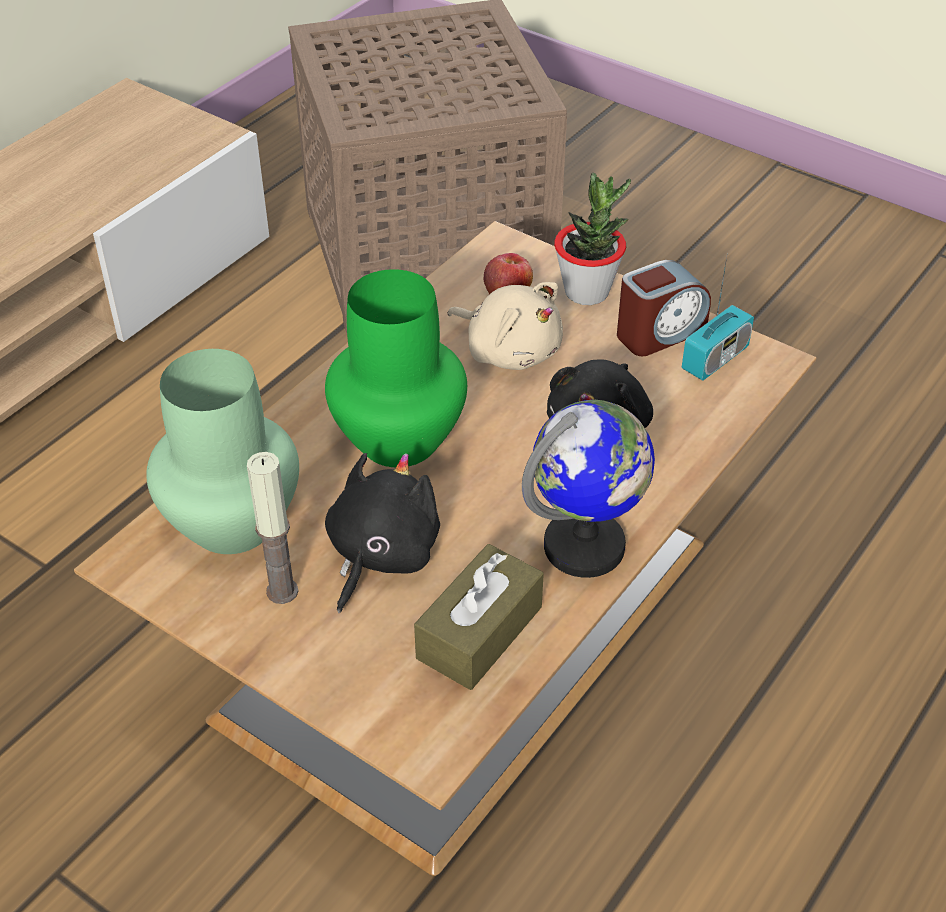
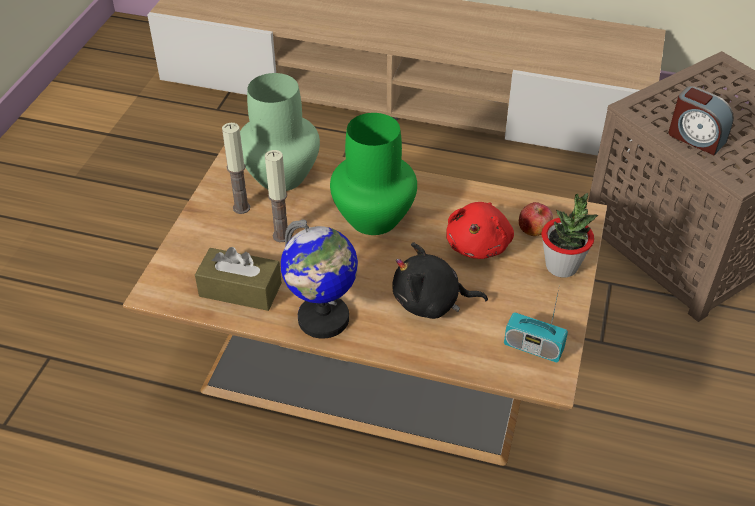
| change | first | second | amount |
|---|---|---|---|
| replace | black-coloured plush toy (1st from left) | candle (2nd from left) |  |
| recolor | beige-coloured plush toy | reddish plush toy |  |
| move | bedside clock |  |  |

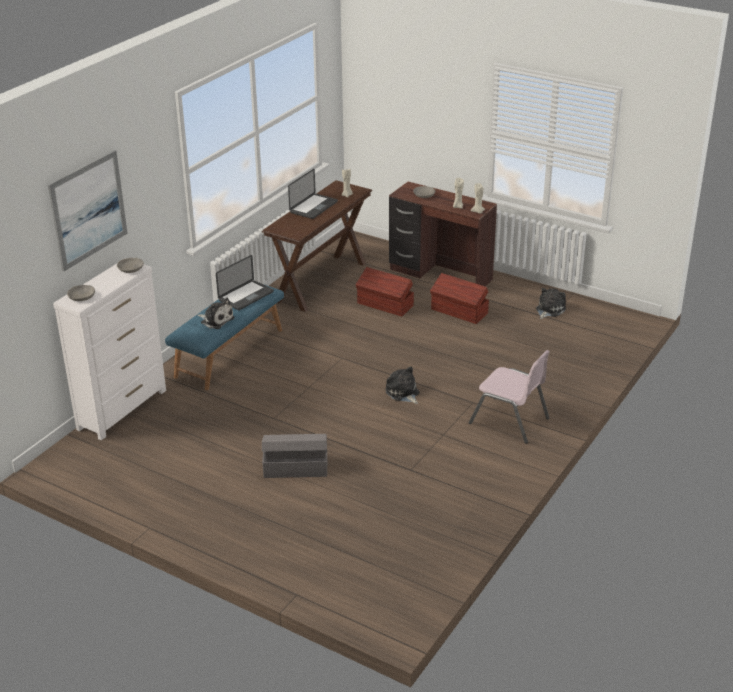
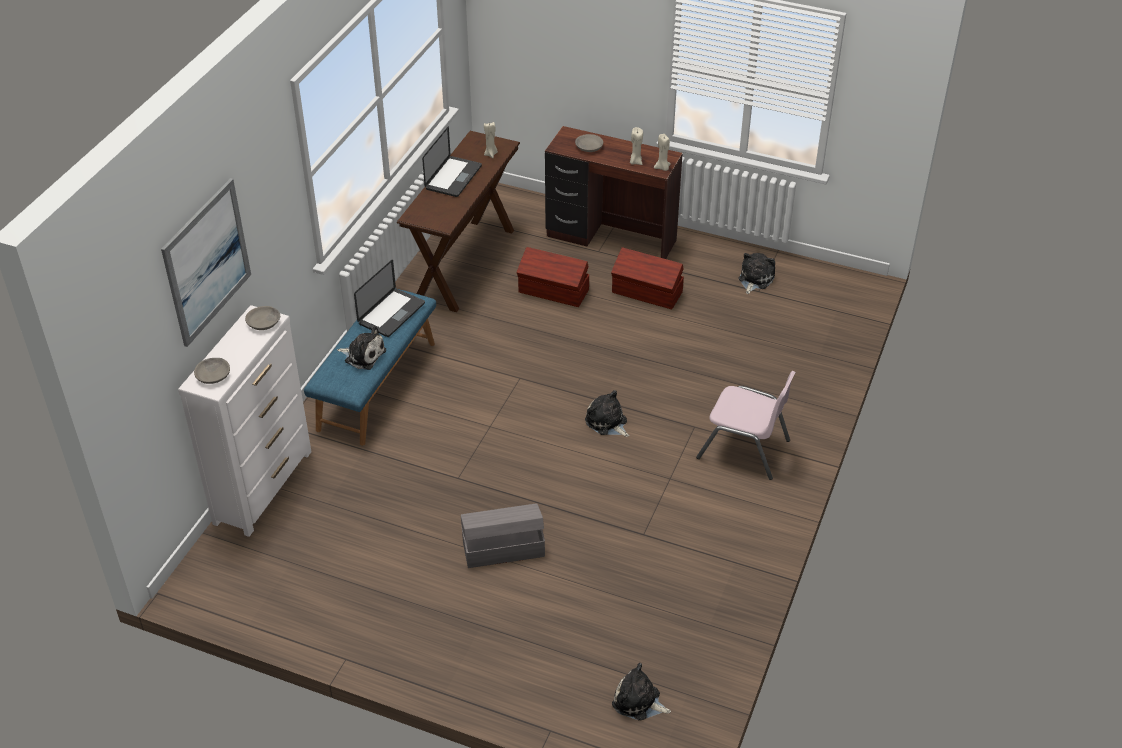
| change | first | second | amount |
|---|---|---|---|
| insert |  | plush toy (3rd from left) |  |

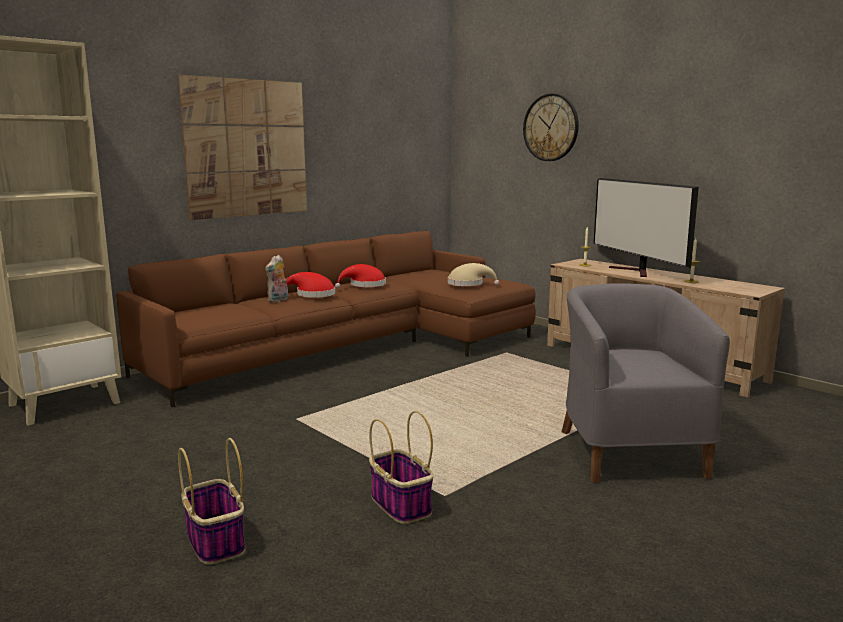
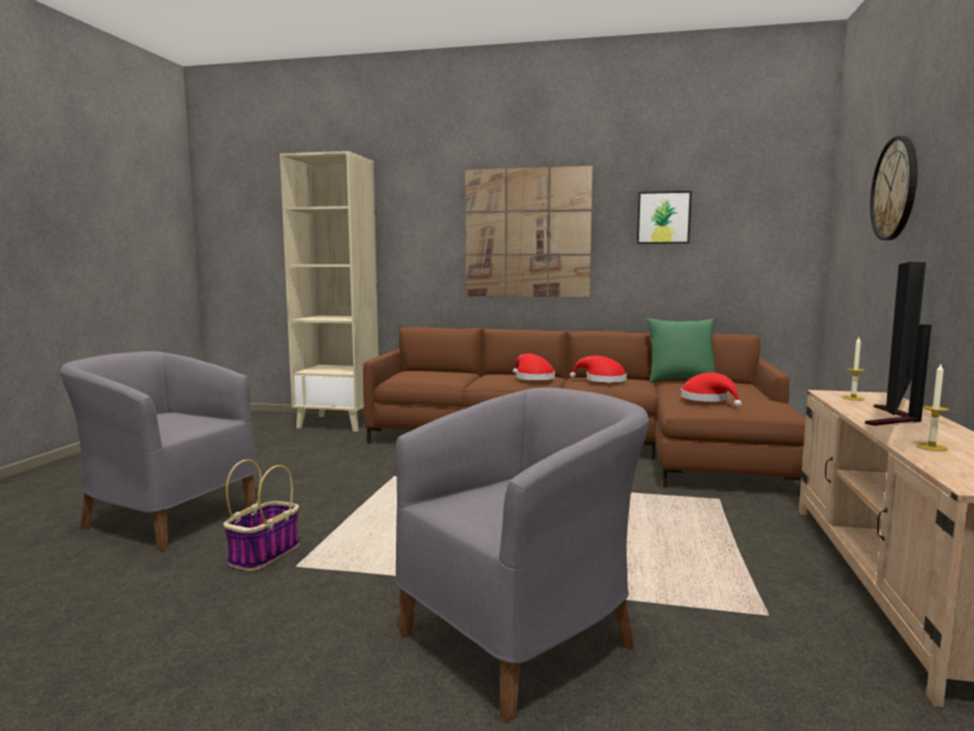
| change | first | second | amount |
|---|---|---|---|
| replace | household basket (1st from left) | grey armchair (1st from left) |  |
| delete | plush toy |  |  |
| recolor | beige-coloured wearable hat | reddish wearable hat (3rd from left) |  |
| insert |  | picture (2nd from left) |  |
| insert |  | greenish cushion |  |

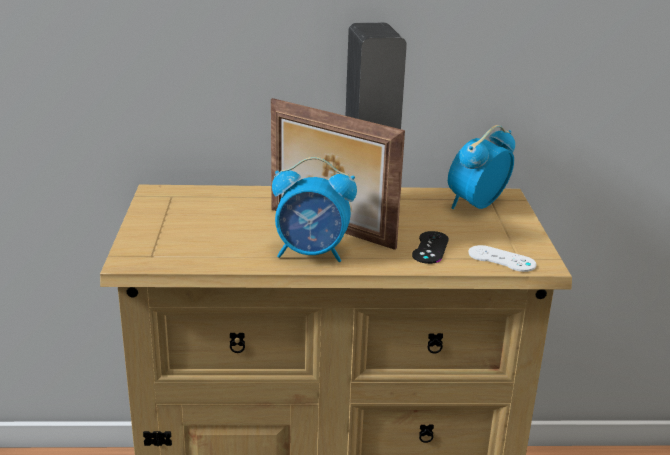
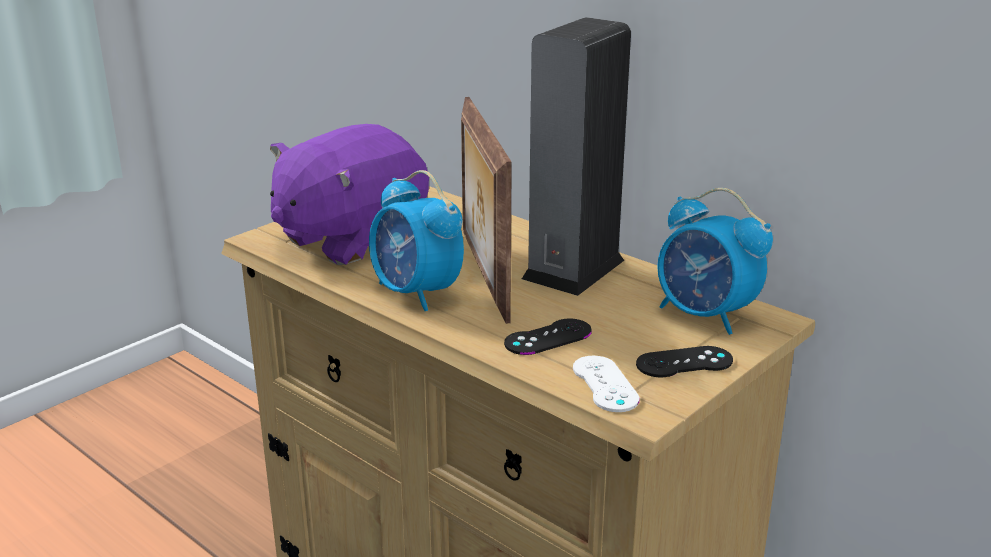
| change | first | second | amount |
|---|---|---|---|
| rotate | bedside clock (2nd from left) |  | 135 degrees counterclockwise |
| insert |  | purple plush toy |  |
| insert |  | black-coloured joypad (2nd from left) |  |

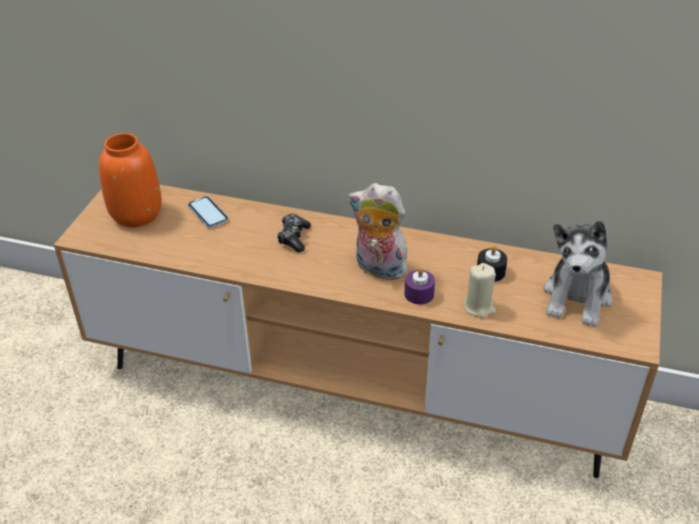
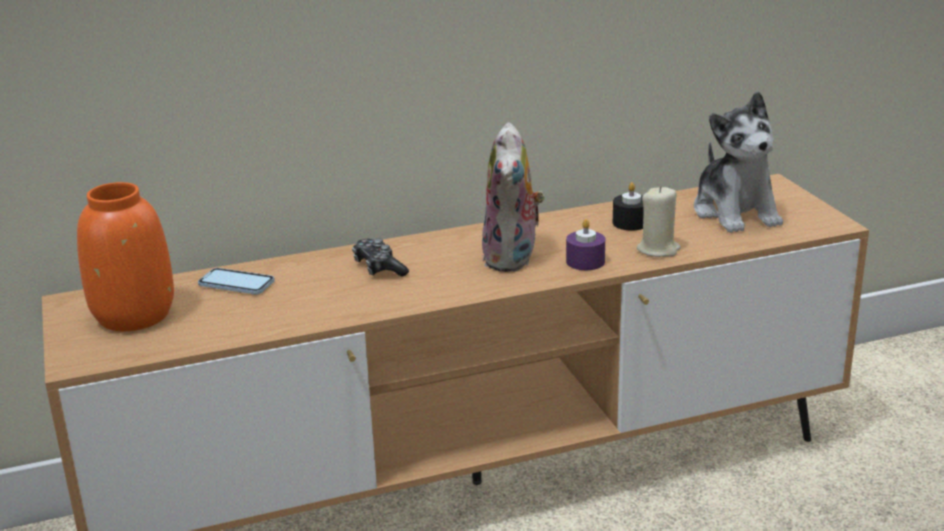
| change | first | second | amount |
|---|---|---|---|
| rotate | plush toy (1st from left) |  | 75 degrees counterclockwise |

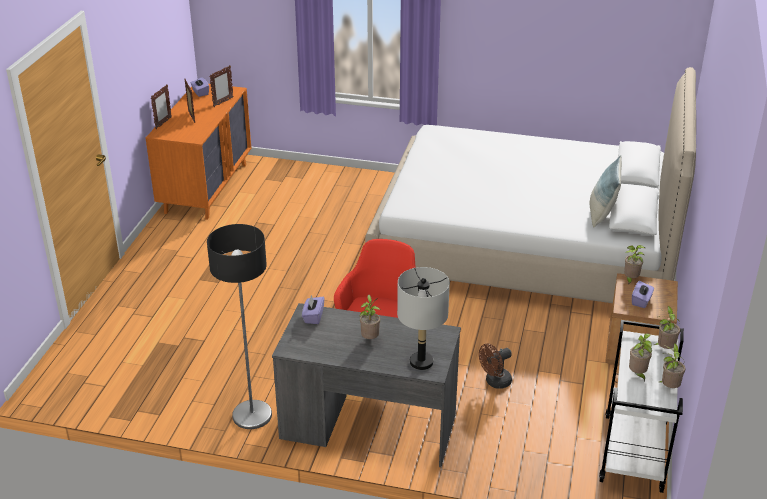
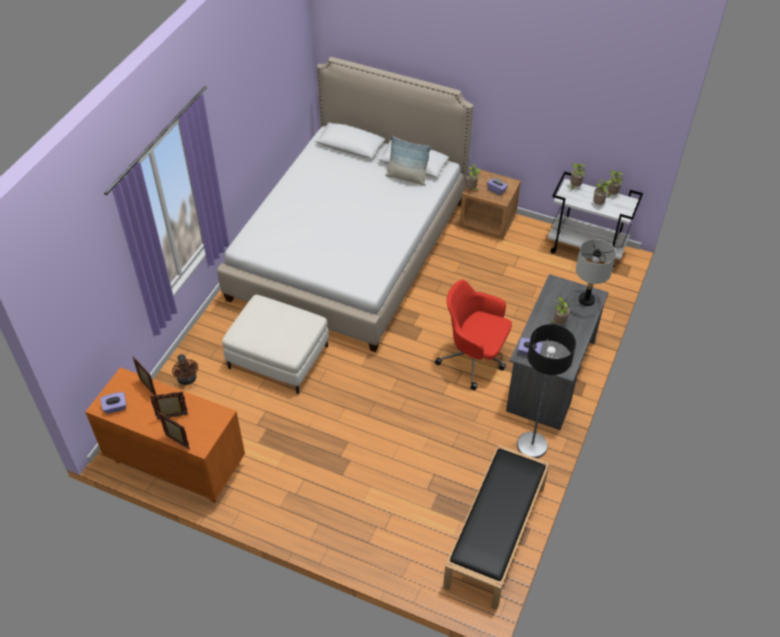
| change | first | second | amount |
|---|---|---|---|
| move | brown-coloured electric fan |  |  |
| insert |  | white ottoman |  |
| insert |  | black-coloured bench |  |

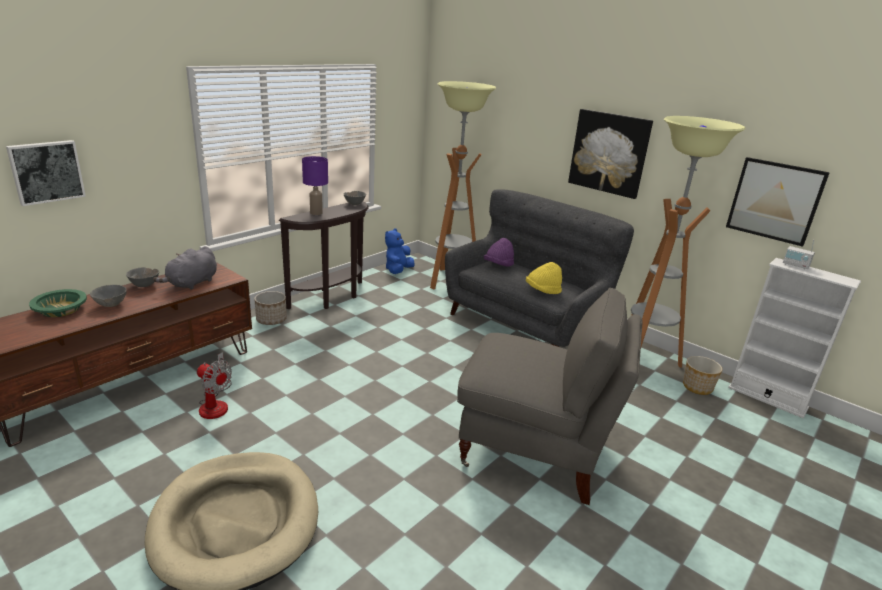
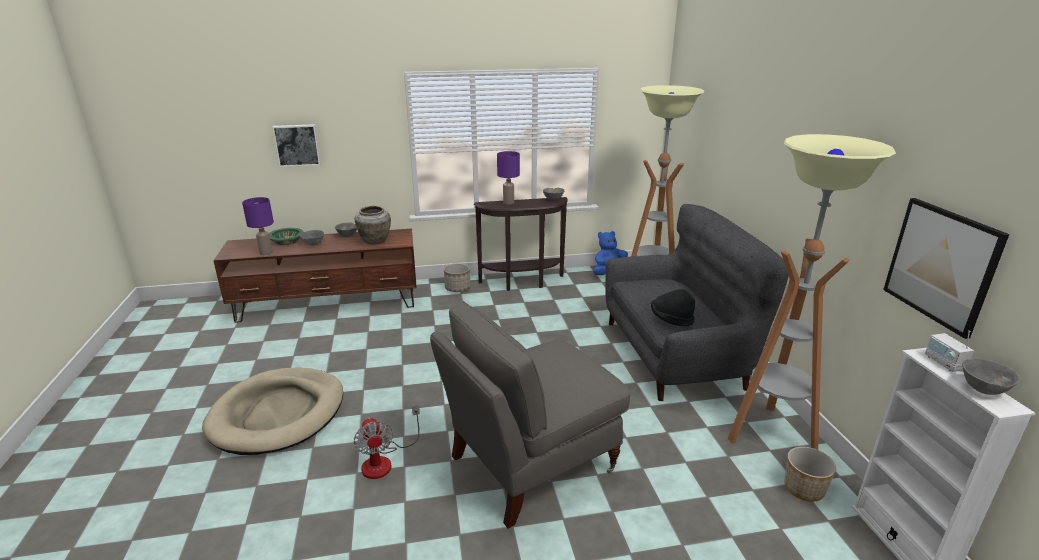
| change | first | second | amount |
|---|---|---|---|
| replace | grey plush toy | beige-coloured flower vase |  |
| move | electric fan |  |  |
| rotate | grey armchair |  | 90 degrees clockwise |
| delete | purple wearable hat |  |  |
| recolor | yellow wearable hat | black-coloured wearable hat |  |
| delete | picture (2nd from left) |  |  |
| insert |  | purple tabletop lamp (1st from left) |  |
| insert |  | grey deep dish (4th from left) |  |

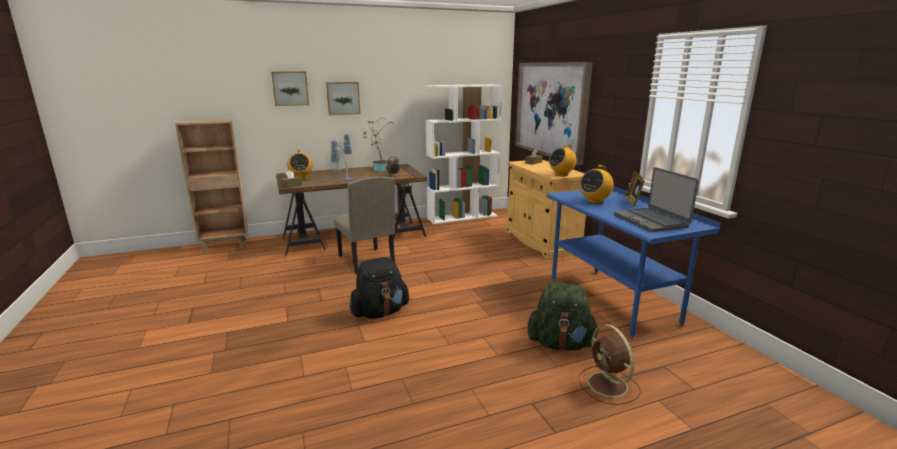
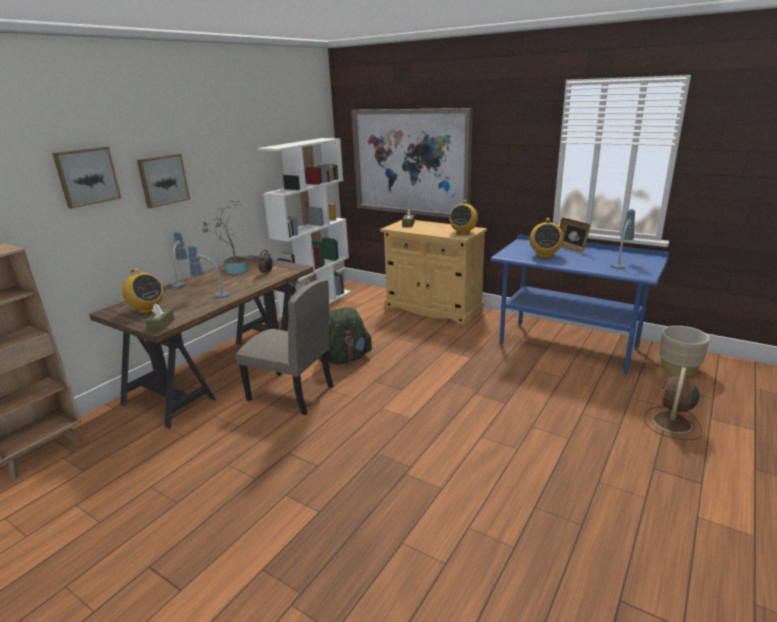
| change | first | second | amount |
|---|---|---|---|
| delete | black-coloured knapsack |  |  |
| move | greenish knapsack |  |  |
| rotate | brown-coloured electric fan |  | 90 degrees clockwise |
| replace | laptop | tabletop lamp (3rd from left) |  |
| insert |  | beige-coloured planter |  |

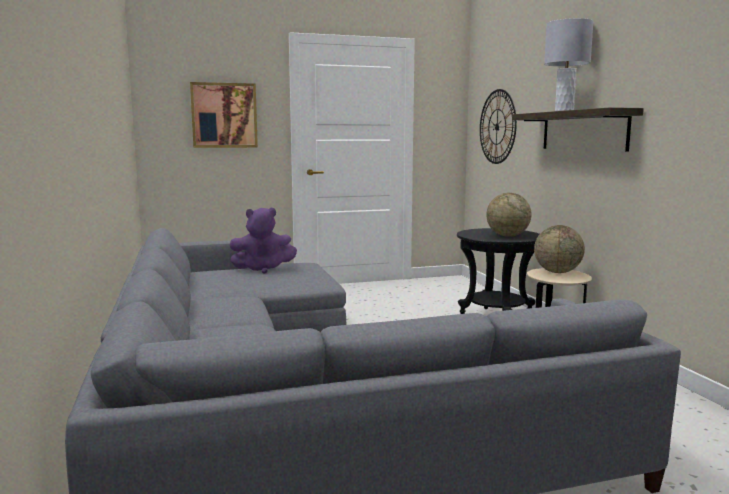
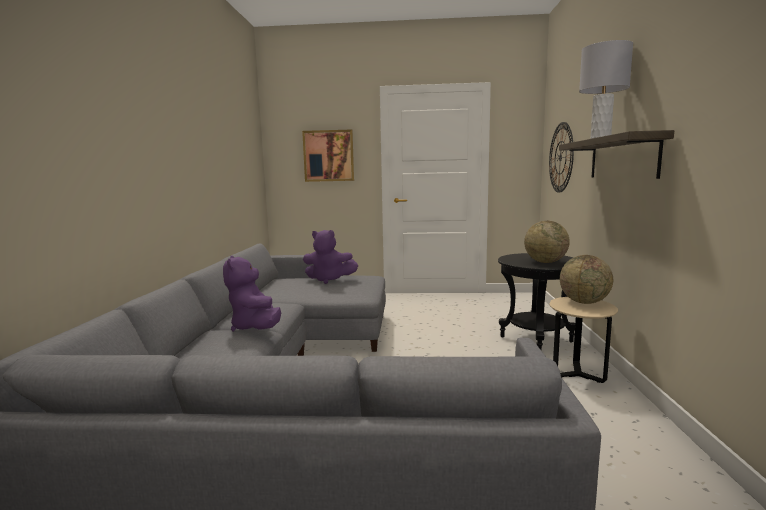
| change | first | second | amount |
|---|---|---|---|
| insert |  | purple plush toy (1st from left) |  |

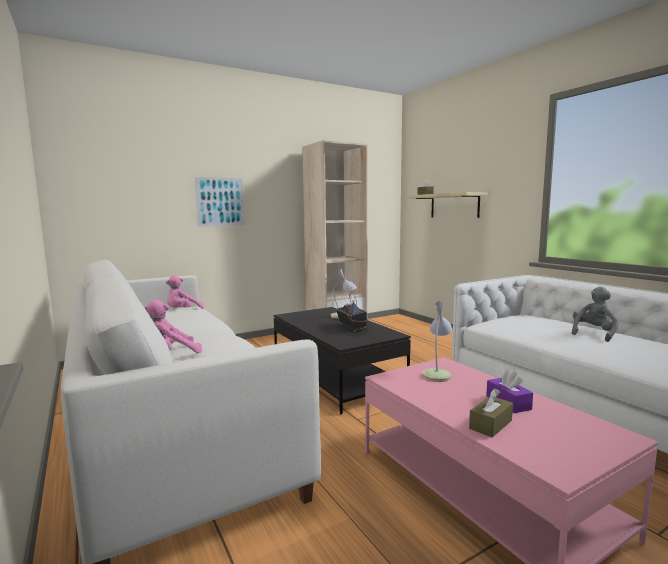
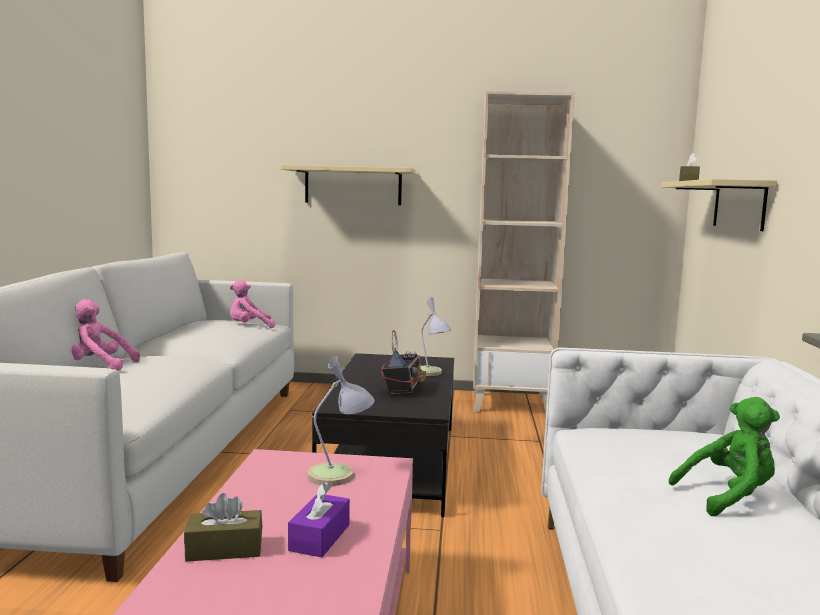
| change | first | second | amount |
|---|---|---|---|
| replace | picture | beige-coloured bracket shelf (1st from left) |  |
| recolor | grey plush toy | greenish plush toy |  |

